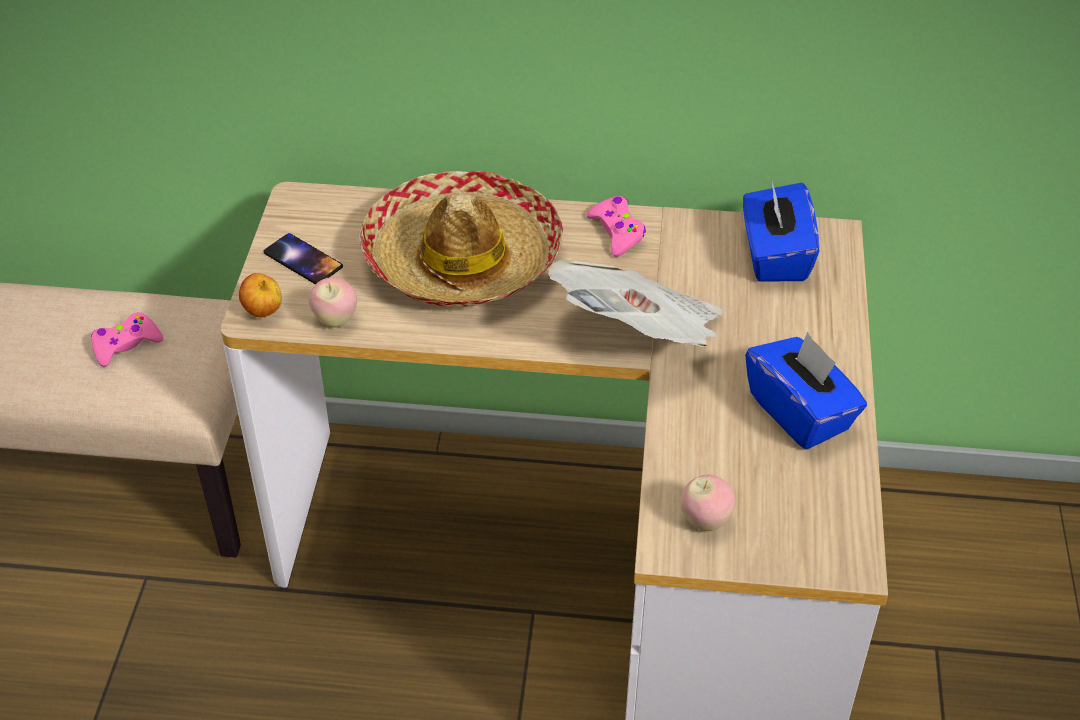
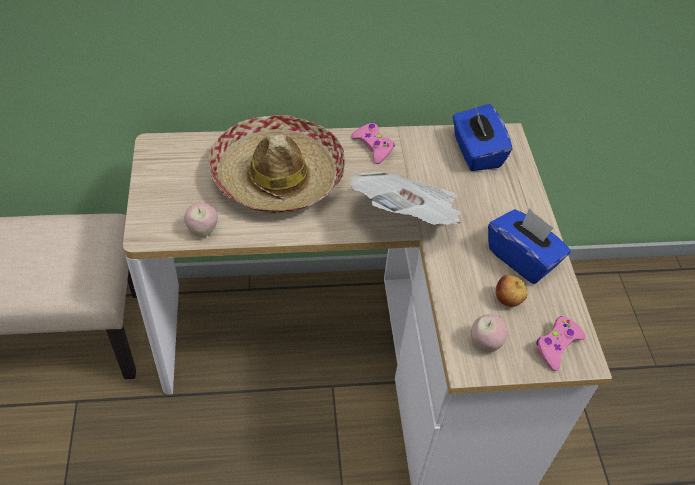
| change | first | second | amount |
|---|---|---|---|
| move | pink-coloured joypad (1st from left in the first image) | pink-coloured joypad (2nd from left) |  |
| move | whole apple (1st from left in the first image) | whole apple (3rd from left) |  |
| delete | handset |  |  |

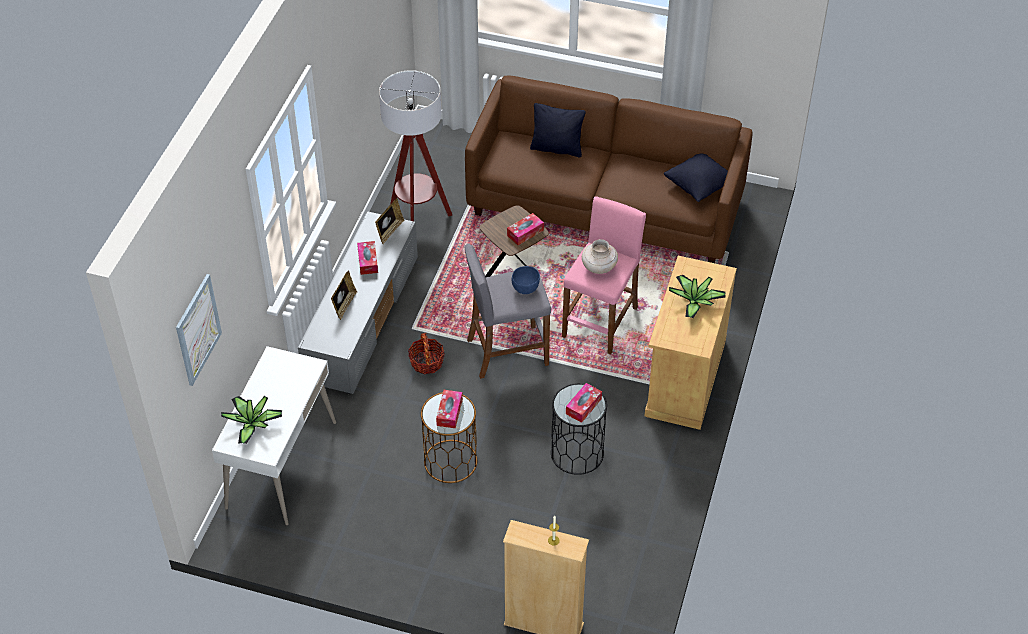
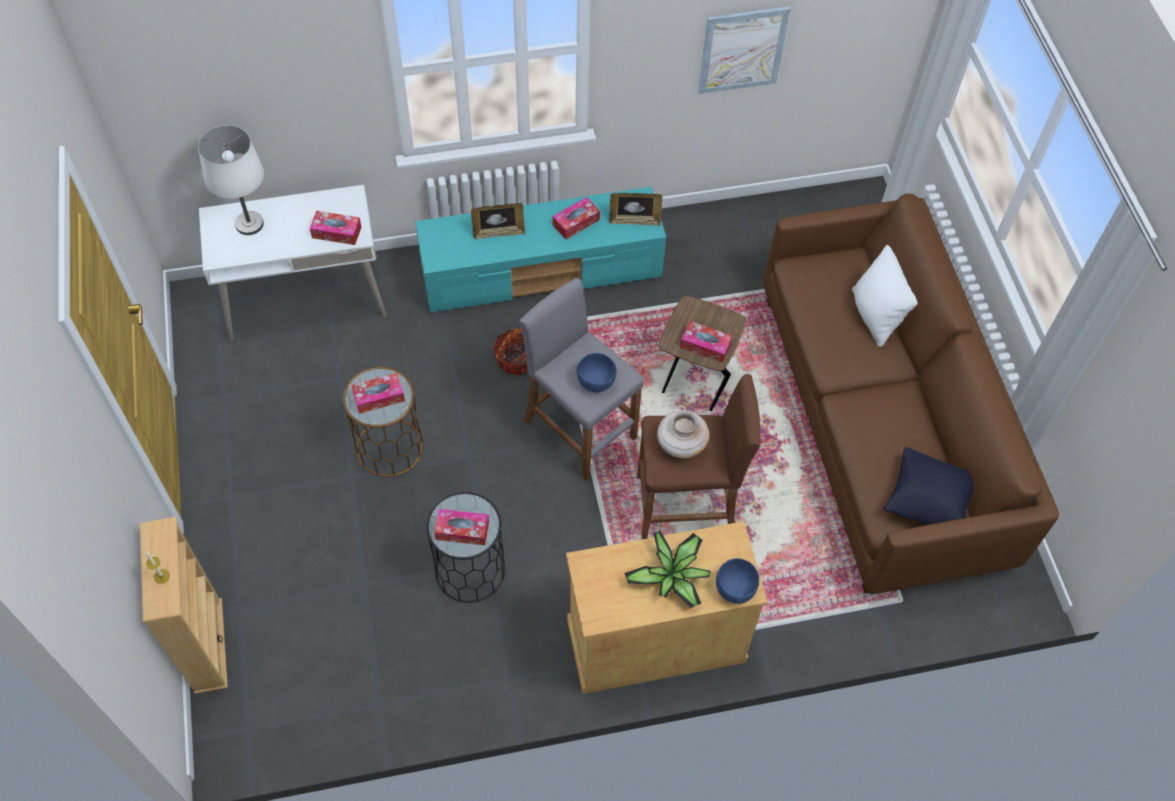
| change | first | second | amount |
|---|---|---|---|
| move | picture |  |  |
| replace | plant in a pot (1st from left) | white tabletop lamp |  |
| recolor | grey media console | turquoise media console |  |
| delete | standing lamp |  |  |
| recolor | black-coloured cushion (1st from left) | white cushion |  |
| recolor | pink-coloured stool seat | brown-coloured stool seat |  |
| insert |  | tissue holder (1st from left) |  |
| insert |  | bluish deep dish (2nd from left) |  |

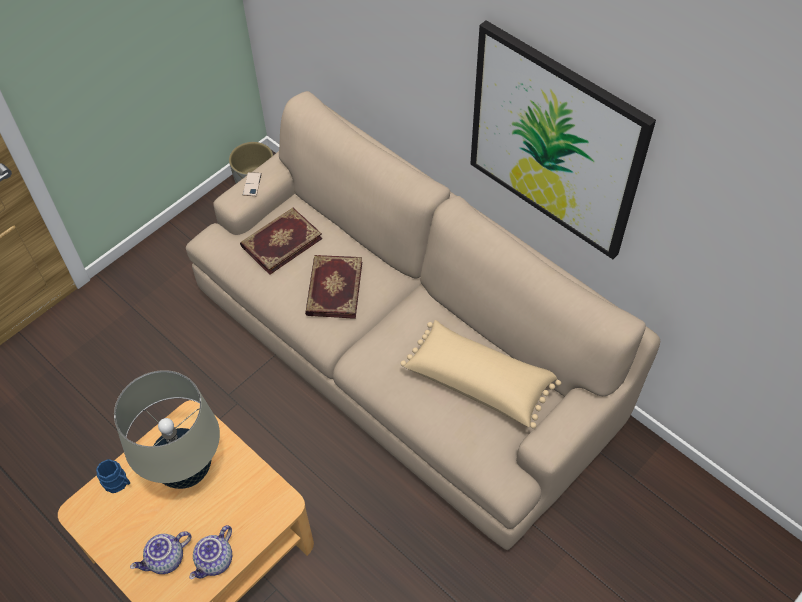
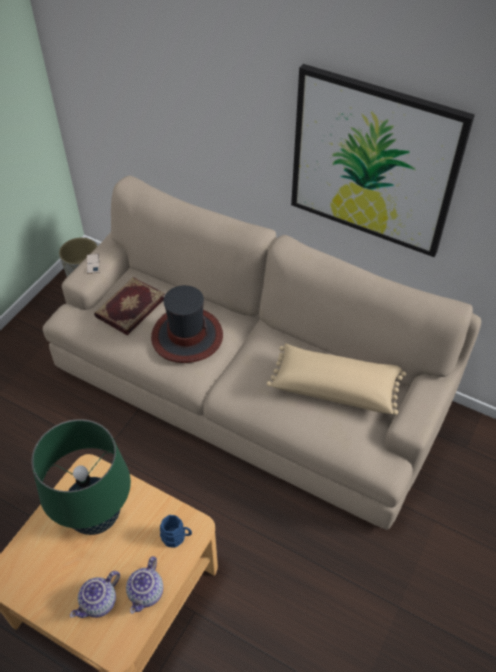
| change | first | second | amount |
|---|---|---|---|
| move | bluish coffee mug |  |  |
| recolor | beige-coloured tabletop lamp | greenish tabletop lamp |  |
| replace | volume (2nd from left) | wearable hat |  |

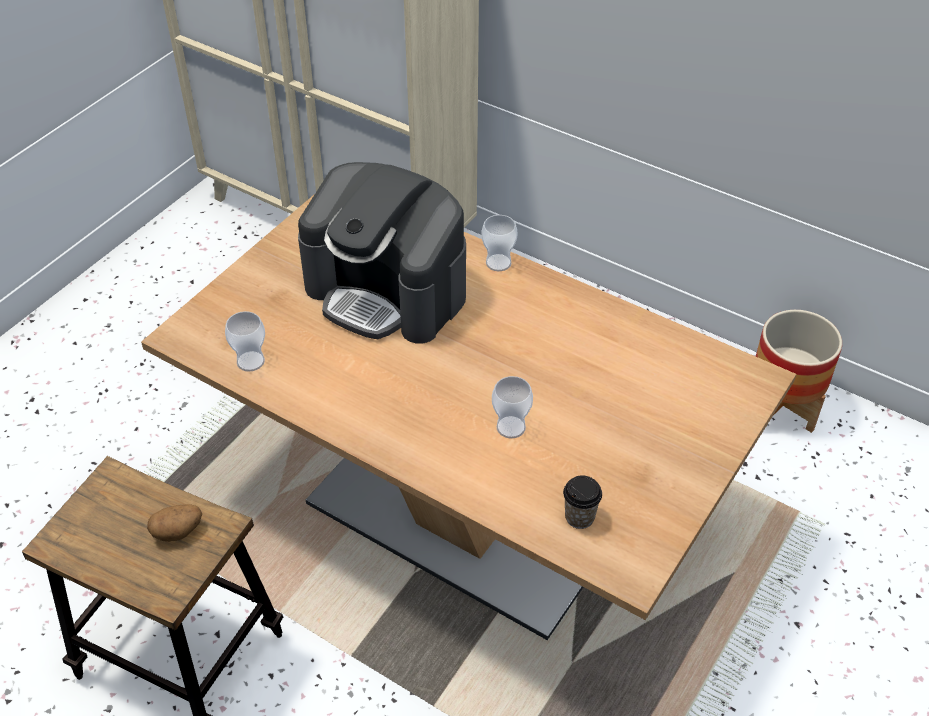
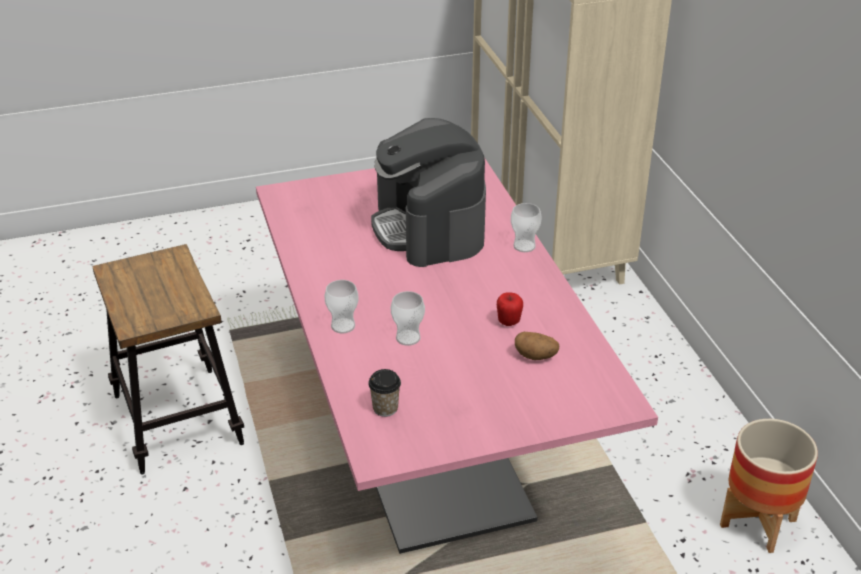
| change | first | second | amount |
|---|---|---|---|
| recolor | brown-coloured dinner table | pink-coloured dinner table |  |
| move | potato |  |  |
| move | cup (1st from left) |  |  |
| insert |  | whole apple |  |

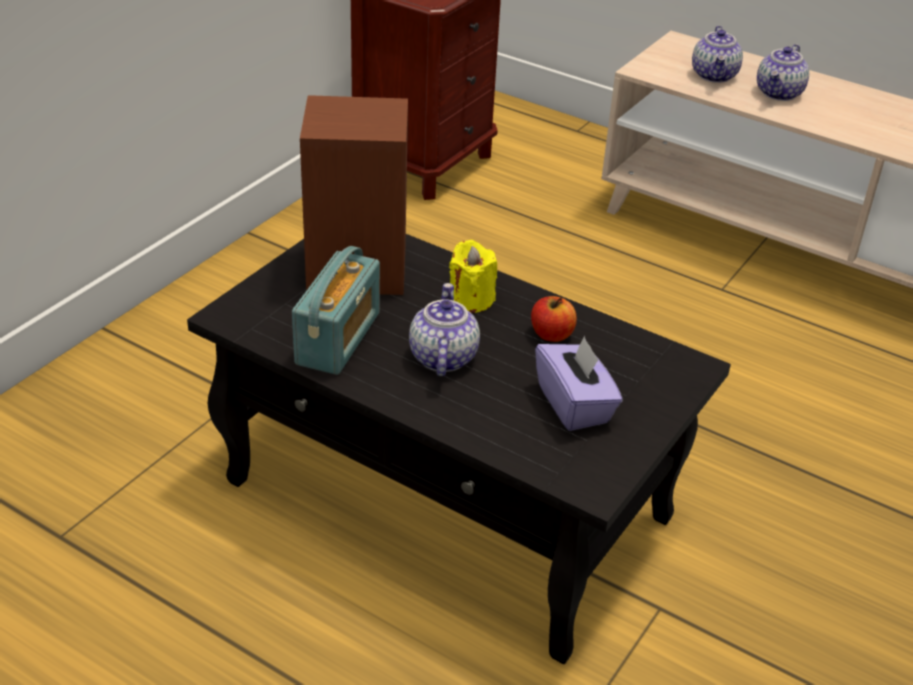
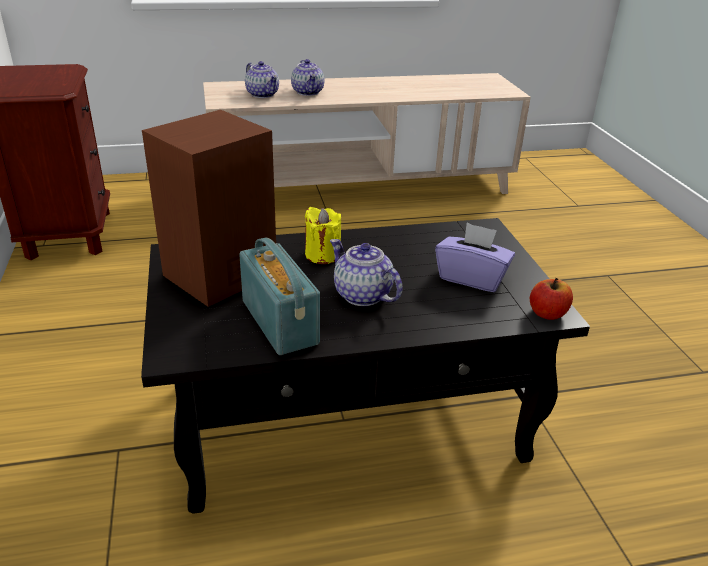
| change | first | second | amount |
|---|---|---|---|
| move | whole apple |  |  |

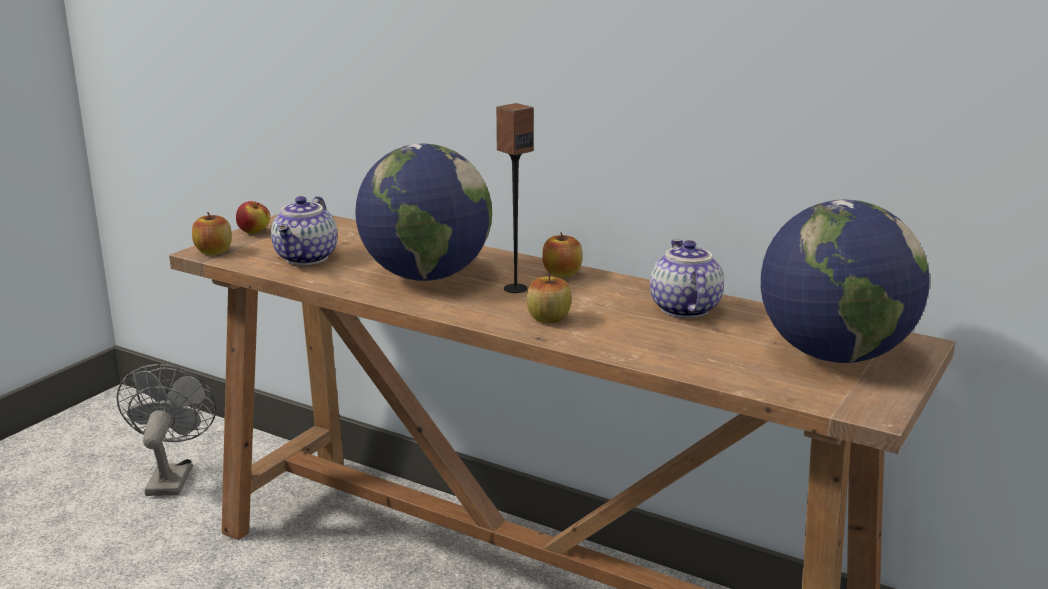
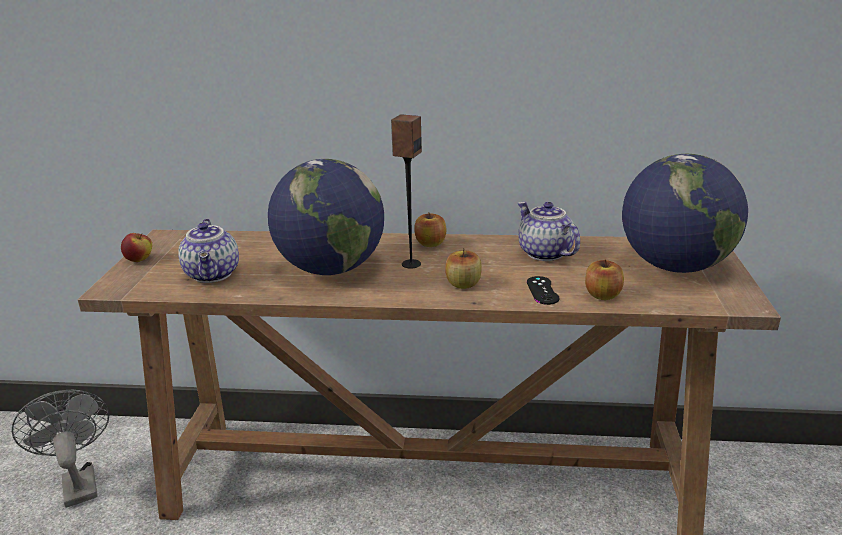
| change | first | second | amount |
|---|---|---|---|
| move | whole apple (1st from left in the first image) | whole apple (4th from left) |  |
| insert |  | black-coloured joypad |  |

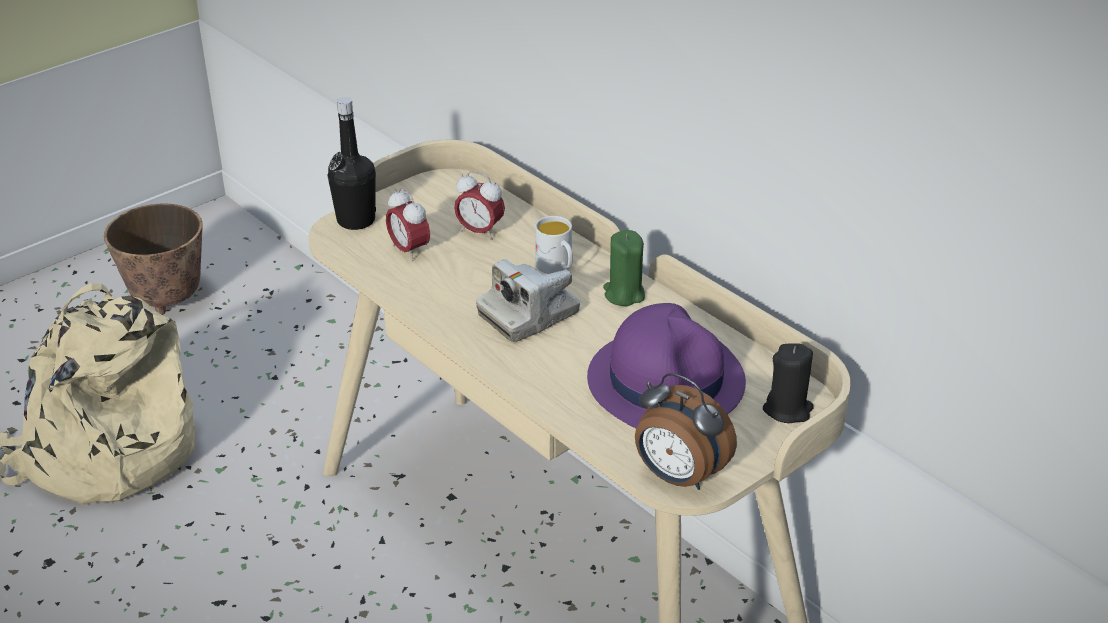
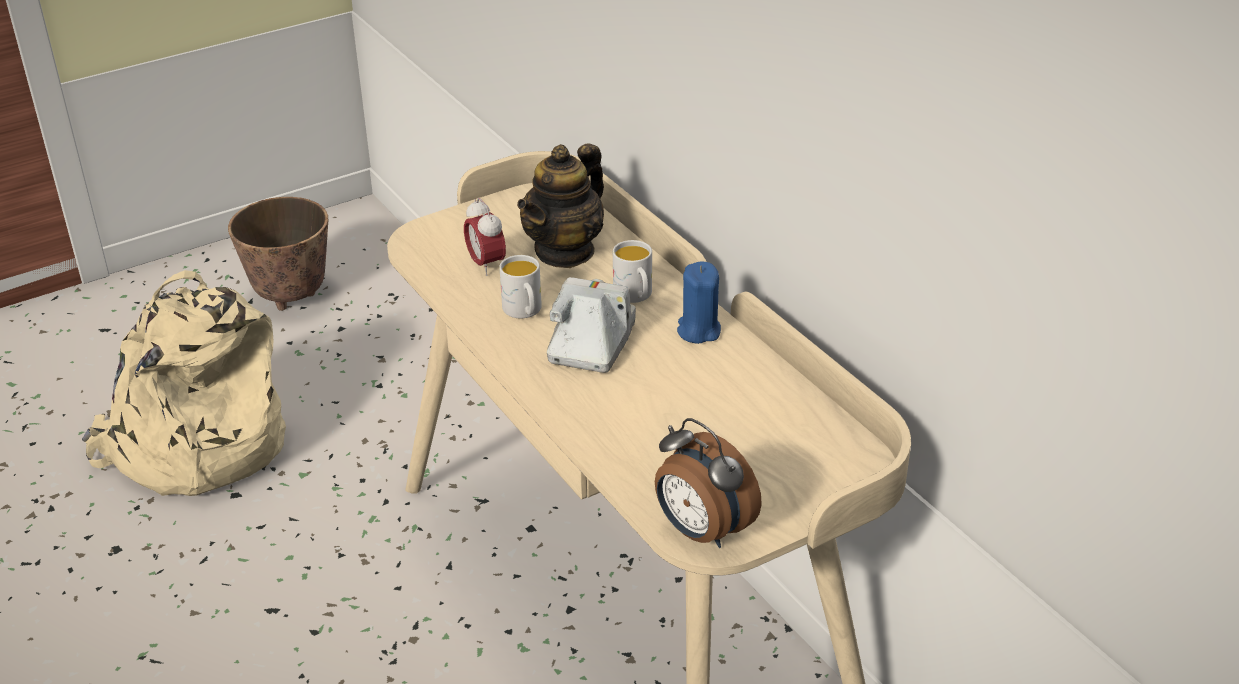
| change | first | second | amount |
|---|---|---|---|
| delete | black-coloured bottle |  |  |
| replace | bedside clock (2nd from left) | pot for tea |  |
| rotate | still camera |  | 135 degrees clockwise |
| delete | purple wearable hat |  |  |
| recolor | greenish candle | bluish candle |  |
| delete | black-coloured candle |  |  |
| insert |  | white coffee mug (1st from left) |  |

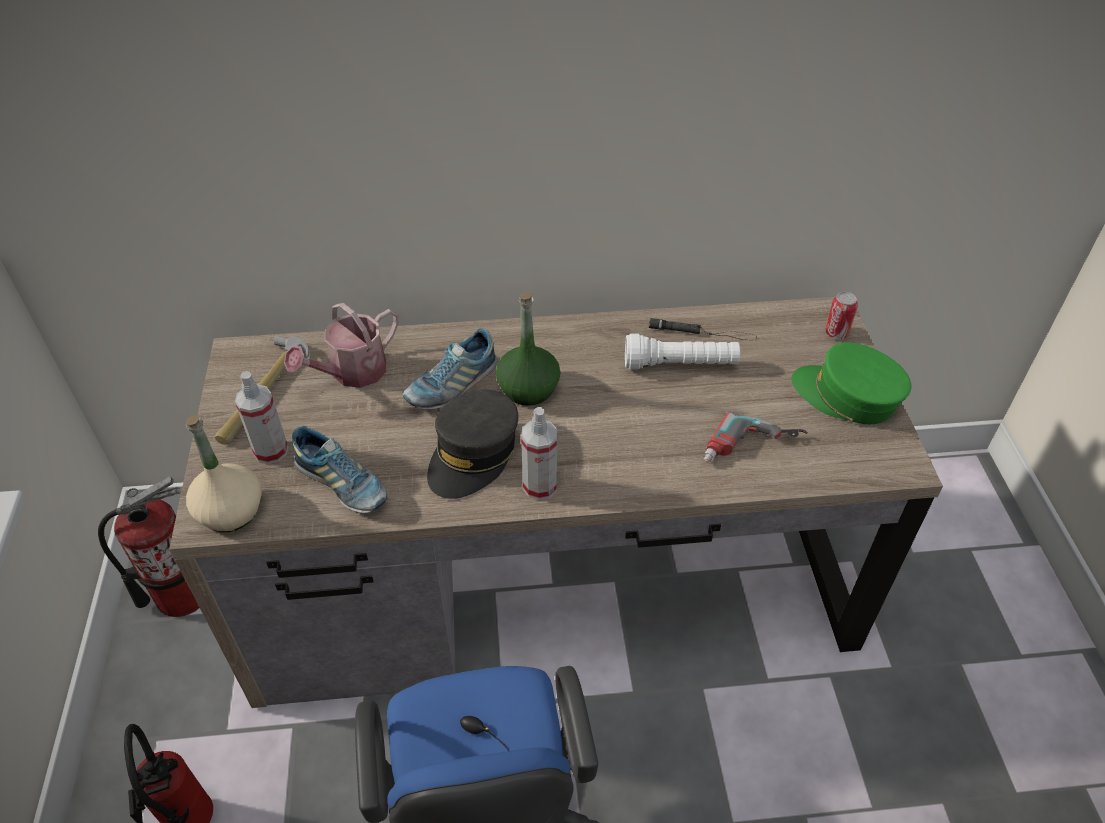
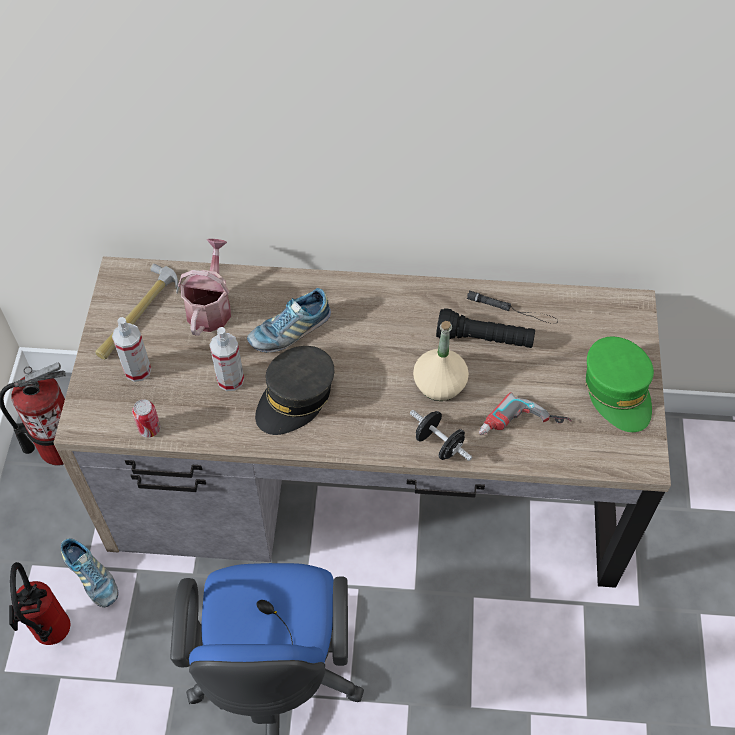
| change | first | second | amount |
|---|---|---|---|
| move | beige-coloured bottle |  |  |
| rotate | watering can |  | 135 degrees clockwise |
| move | low shoe (1st from left) |  |  |
| delete | greenish bottle |  |  |
| move | hand sprayer (2nd from left) |  |  |
| recolor | white hand torch | black-coloured hand torch (1st from left) |  |
| rotate | greenish cap |  | 150 degrees counterclockwise |
| move | metal can |  |  |
| insert |  | black-coloured hand weight |  |

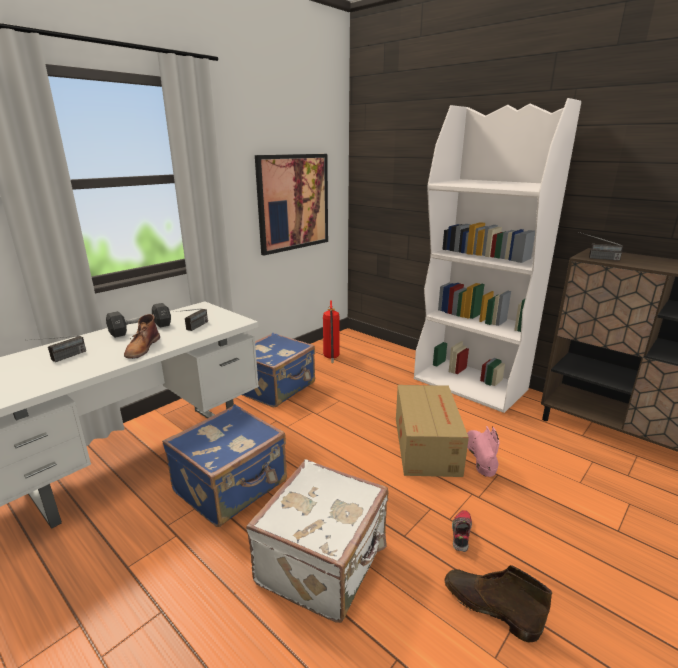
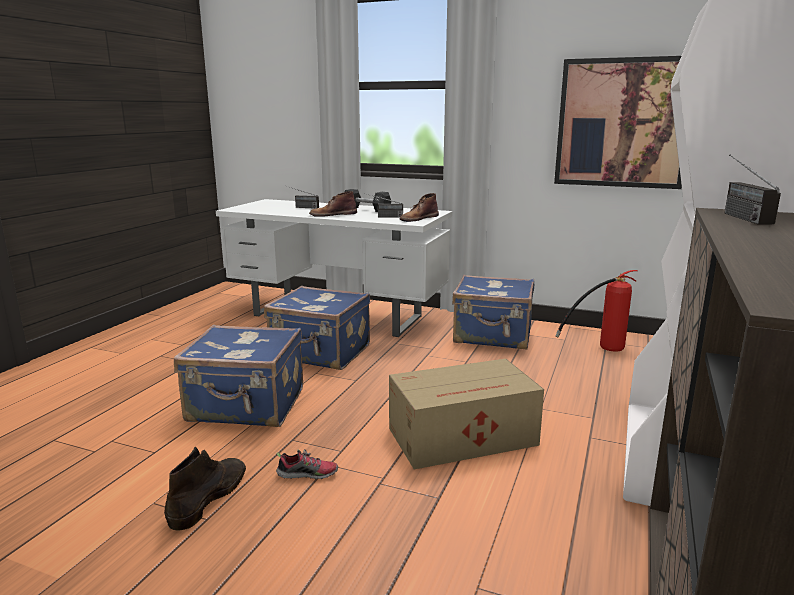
| change | first | second | amount |
|---|---|---|---|
| recolor | white piece of luggage | bluish piece of luggage (1st from left) |  |
| delete | pink-coloured boot |  |  |
| insert |  | brown-coloured boot (3rd from left) |  |

